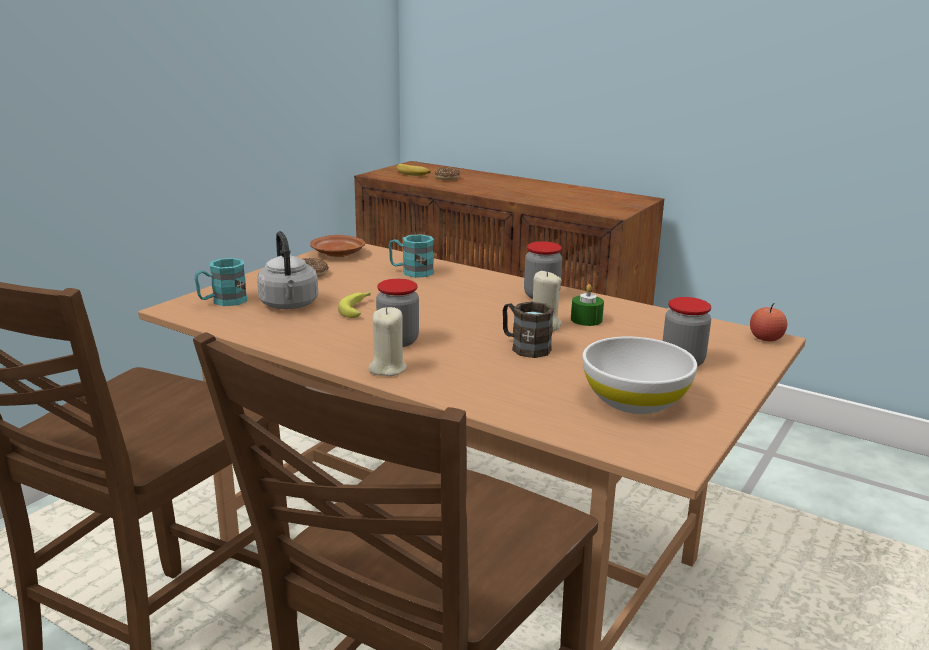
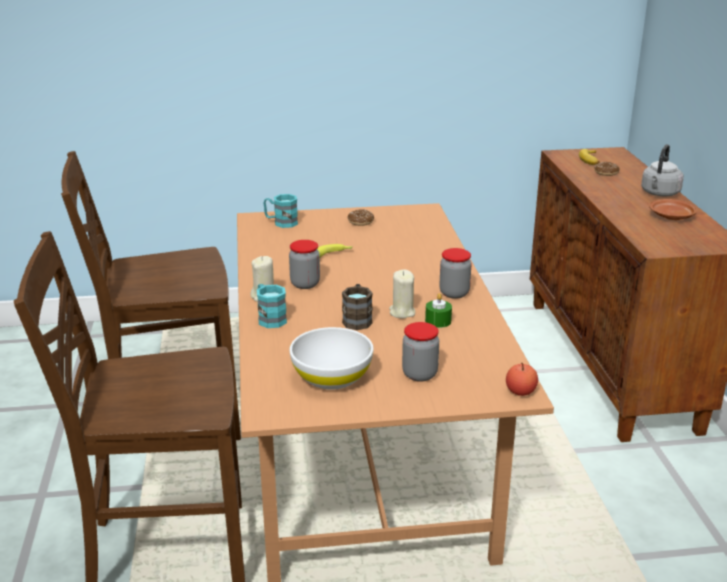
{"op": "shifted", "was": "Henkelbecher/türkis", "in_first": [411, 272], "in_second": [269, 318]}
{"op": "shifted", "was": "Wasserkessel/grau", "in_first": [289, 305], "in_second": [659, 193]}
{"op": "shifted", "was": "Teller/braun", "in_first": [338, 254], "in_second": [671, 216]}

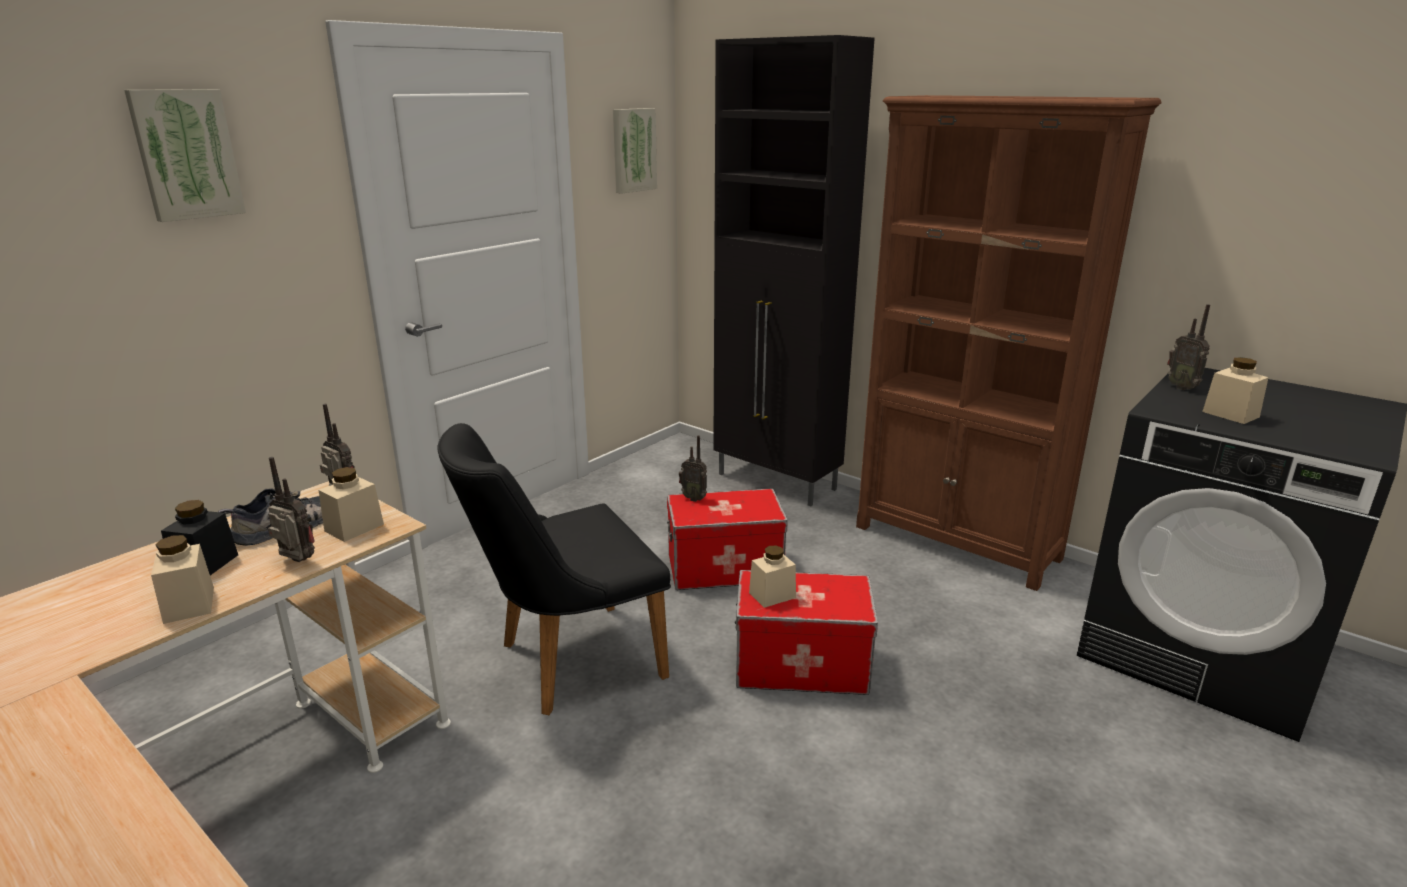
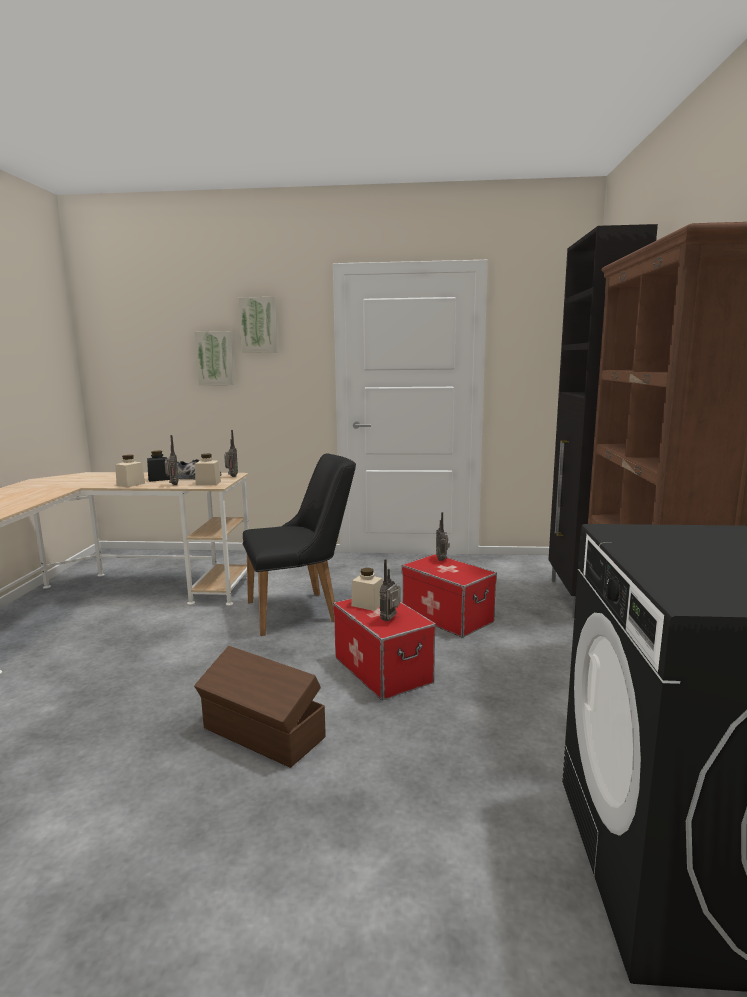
{"op": "new", "now": "Aufbewahrungsbox/braun", "in_second": [263, 734]}
{"op": "shifted", "was": "Bild", "in_first": [633, 150], "in_second": [215, 358]}
{"op": "rotated", "was": "Stuhl/schwarz", "in_first": [566, 663], "in_second": [301, 610], "clockwise": 135}
{"op": "shifted", "was": "Radio", "in_first": [1182, 387], "in_second": [391, 620]}
{"op": "gone", "was": "Vorratsglas/beige", "in_first": [1230, 414]}

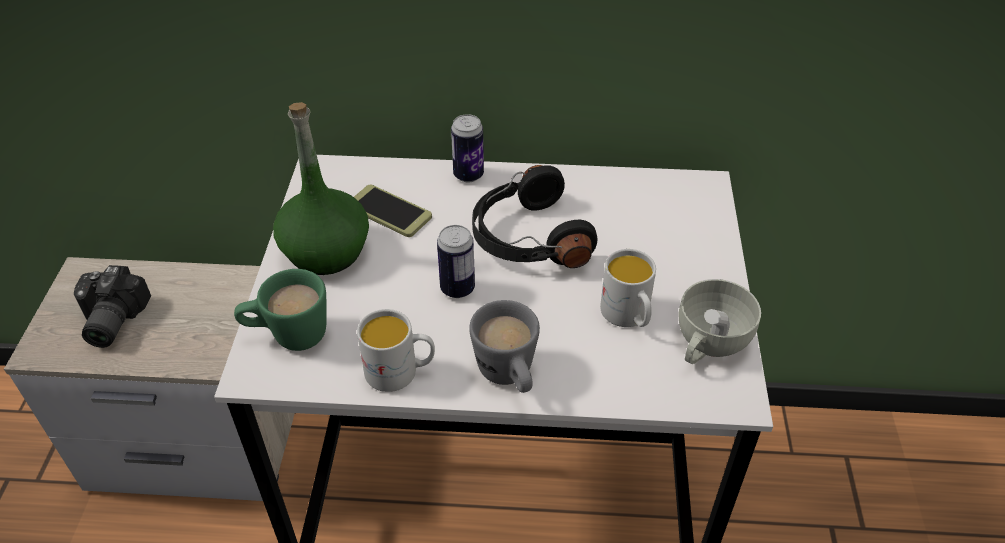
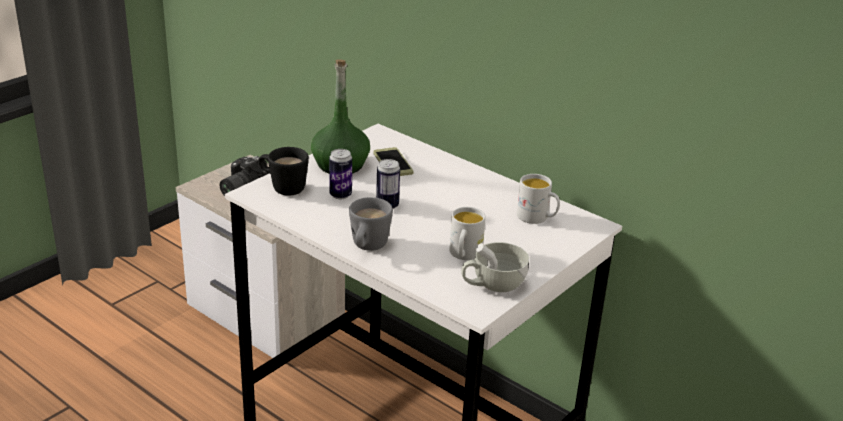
{"op": "repainted", "was": "Henkelbecher/grün", "now": "Henkelbecher/schwarz", "in_first": [288, 336], "in_second": [282, 187]}
{"op": "shifted", "was": "Dose", "in_first": [468, 175], "in_second": [340, 195]}
{"op": "shifted", "was": "Henkelbecher/weiß", "in_first": [400, 372], "in_second": [537, 218]}
{"op": "gone", "was": "Kopfhörer/schwarz", "in_first": [527, 238]}

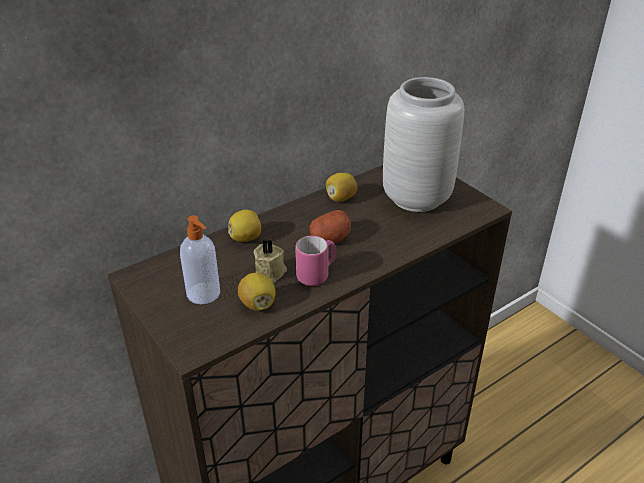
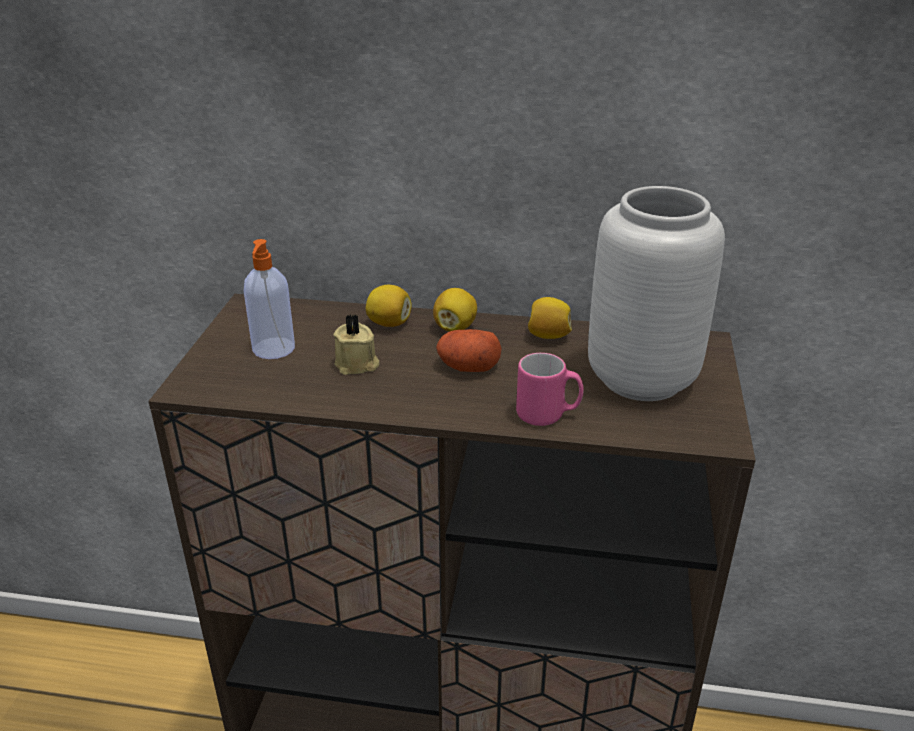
{"op": "shifted", "was": "Zitrone", "in_first": [258, 304], "in_second": [455, 327]}
{"op": "shifted", "was": "Henkelbecher/rosa", "in_first": [317, 274], "in_second": [548, 415]}

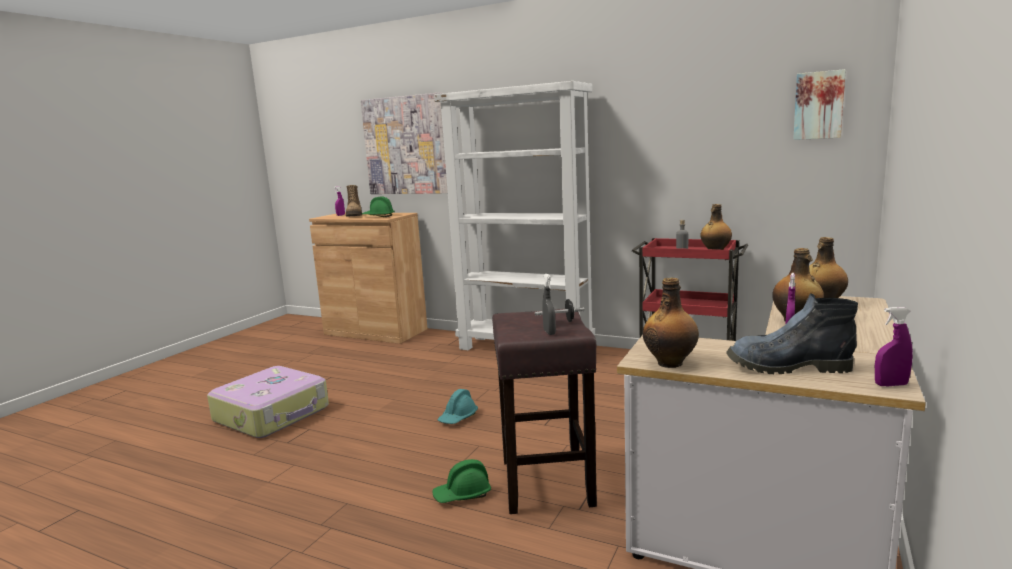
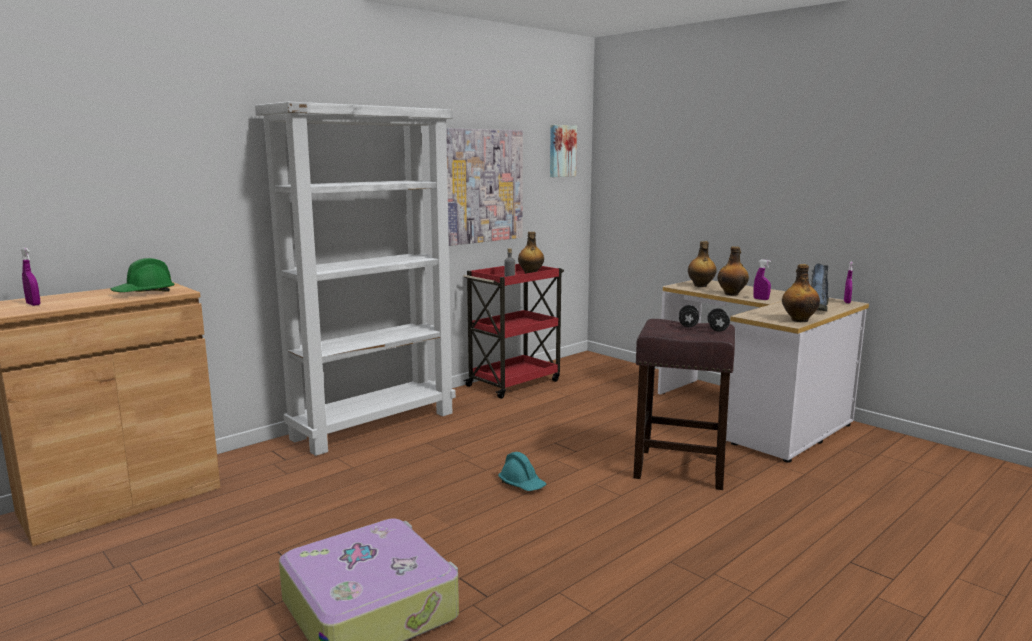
{"op": "shifted", "was": "Bild", "in_first": [406, 145], "in_second": [478, 186]}
{"op": "swapped", "was": "Sprühflasche/grau", "now": "Hantel/schwarz", "in_first": [549, 332], "in_second": [717, 329]}
{"op": "gone", "was": "Stiefel", "in_first": [355, 215]}
{"op": "gone", "was": "Schutzhelm/grün", "in_first": [462, 495]}

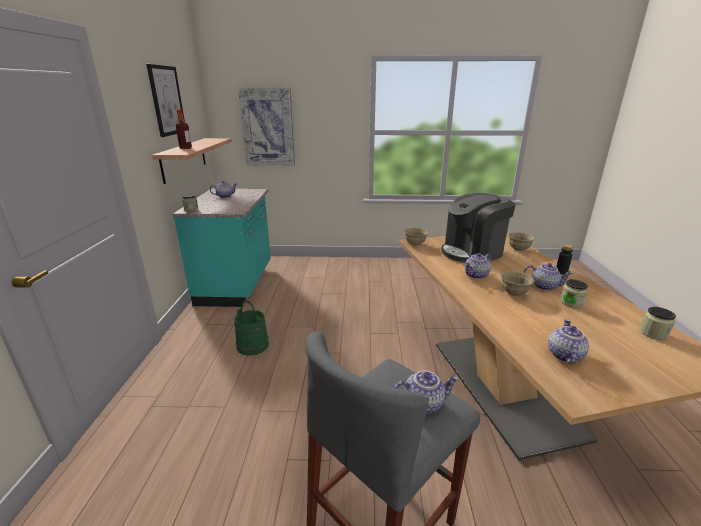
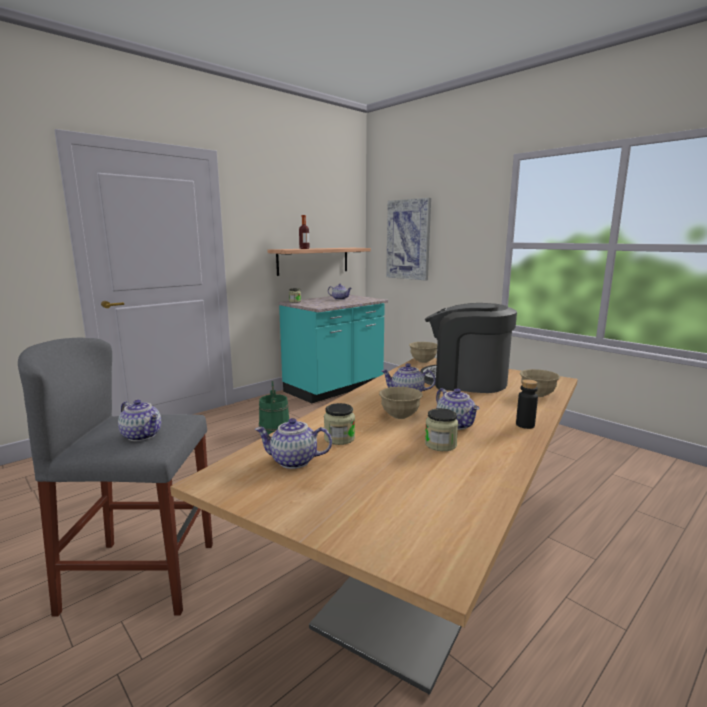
{"op": "rotated", "was": "Teekanne", "in_first": [563, 355], "in_second": [293, 462], "clockwise": -150}
{"op": "shifted", "was": "Vorratsglas", "in_first": [653, 333], "in_second": [339, 438]}
{"op": "gone", "was": "Bild", "in_first": [167, 101]}

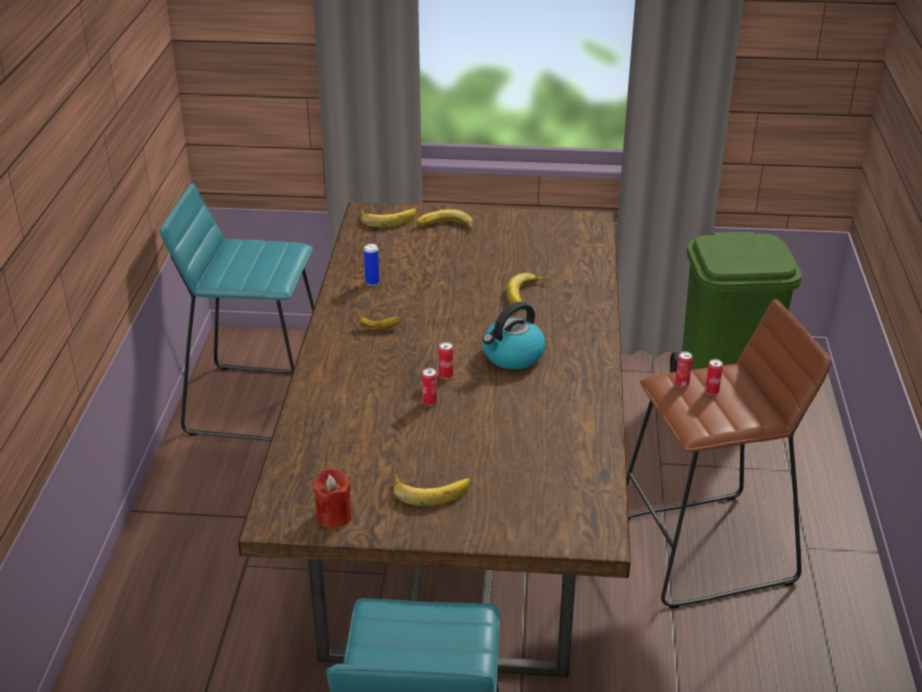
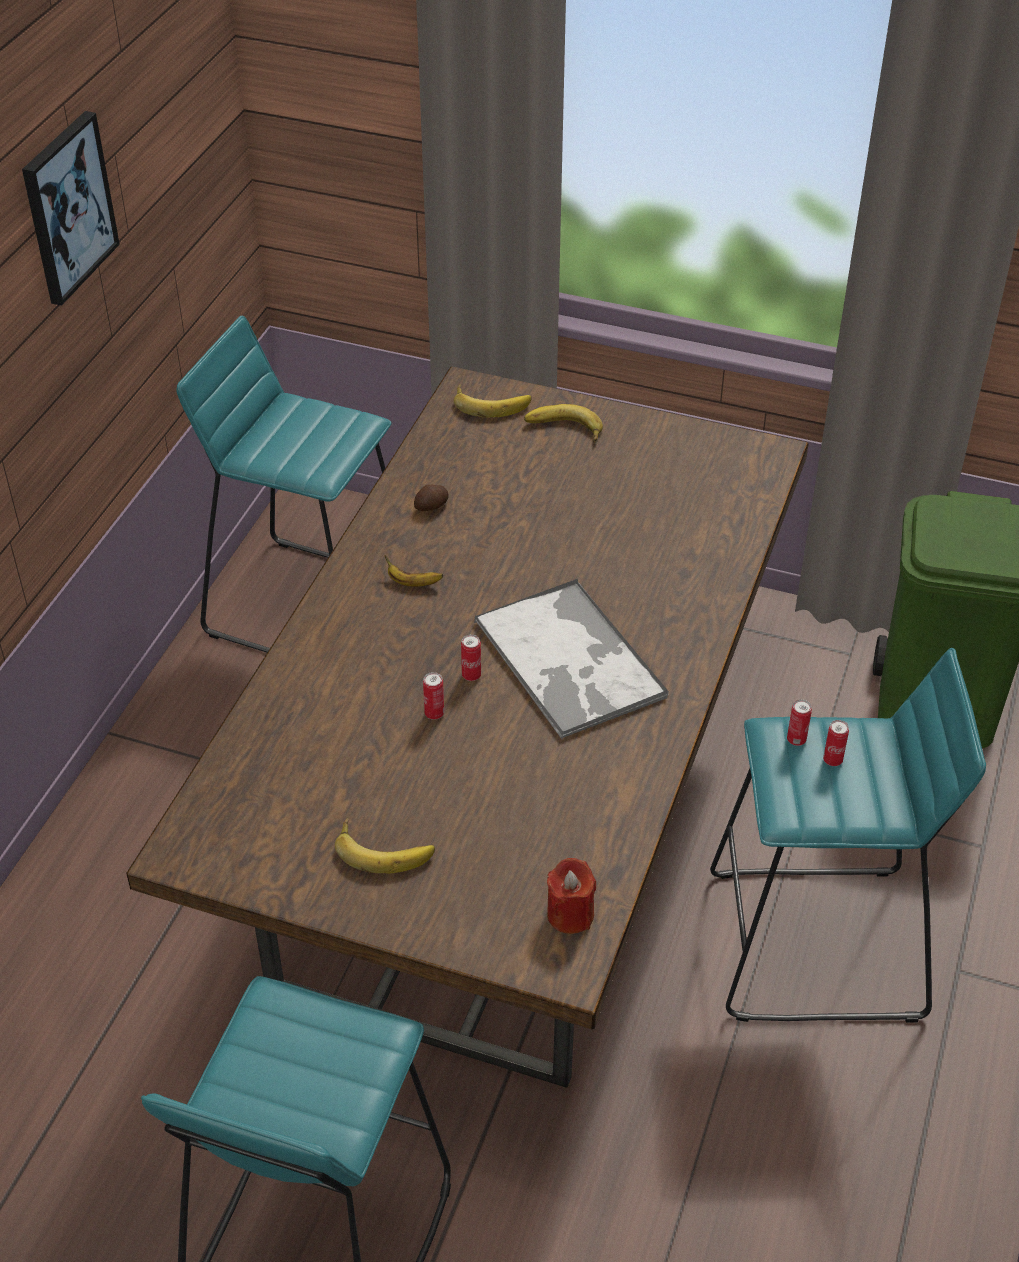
{"op": "new", "now": "Bild", "in_second": [67, 207]}
{"op": "swapped", "was": "Dose", "now": "Kartoffel", "in_first": [372, 282], "in_second": [432, 506]}
{"op": "swapped", "was": "Wasserkessel", "now": "Tablett", "in_first": [512, 356], "in_second": [570, 661]}
{"op": "shifted", "was": "Kerze/rot", "in_first": [334, 515], "in_second": [570, 914]}
{"op": "repainted", "was": "Hocker/braun", "now": "Hocker/türkis", "in_first": [706, 550], "in_second": [818, 945]}
{"op": "gone", "was": "Banane", "in_first": [527, 295]}

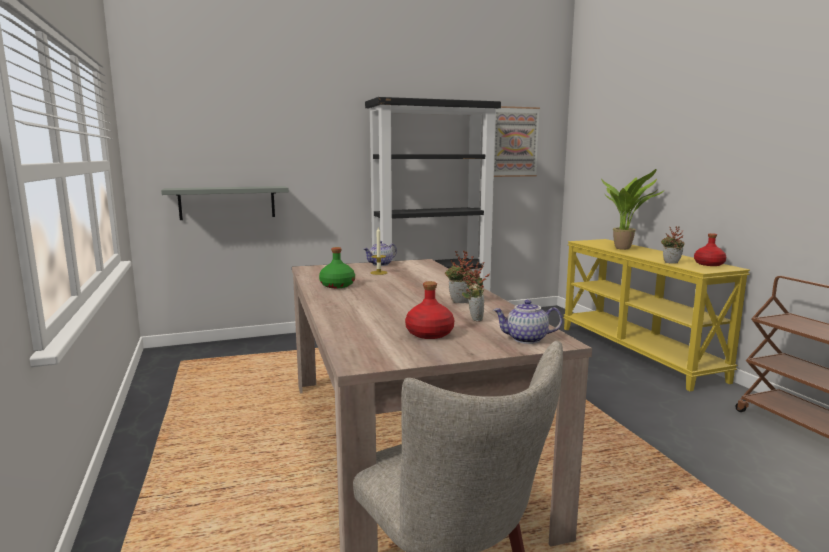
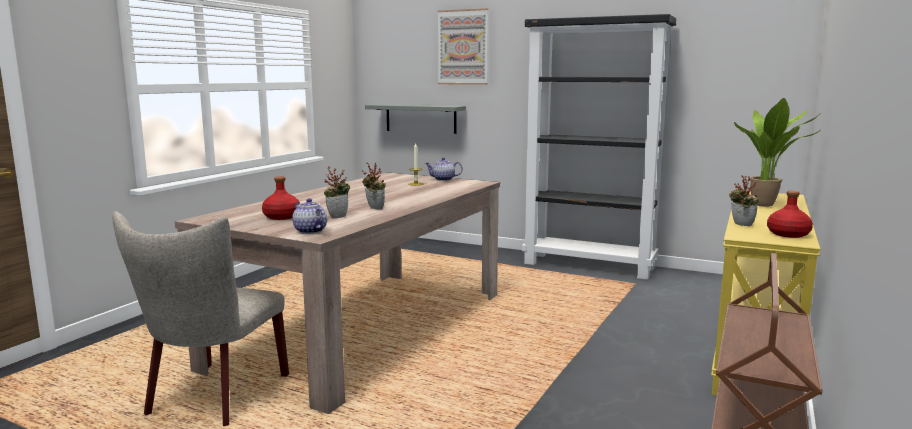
{"op": "shifted", "was": "Bild", "in_first": [514, 142], "in_second": [463, 47]}
{"op": "gone", "was": "Flasche/grün", "in_first": [337, 285]}

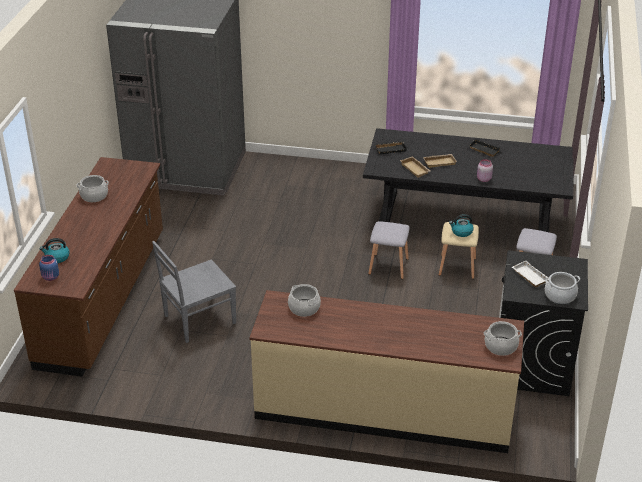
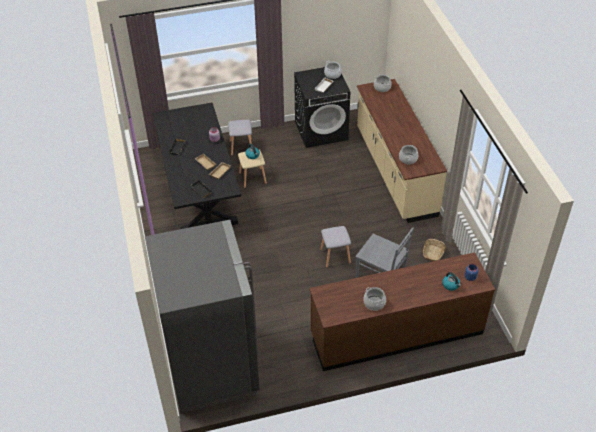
{"op": "shifted", "was": "Hocker/grau", "in_first": [387, 266], "in_second": [335, 256]}
{"op": "new", "now": "Korb", "in_second": [433, 253]}

